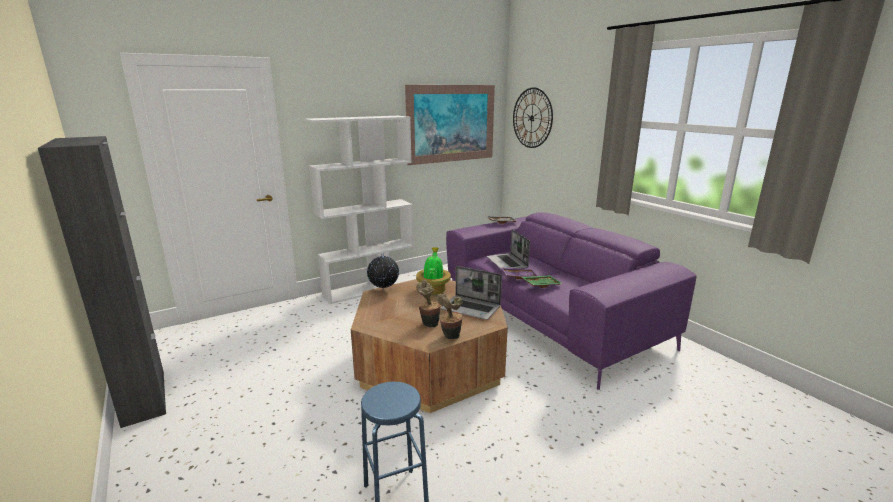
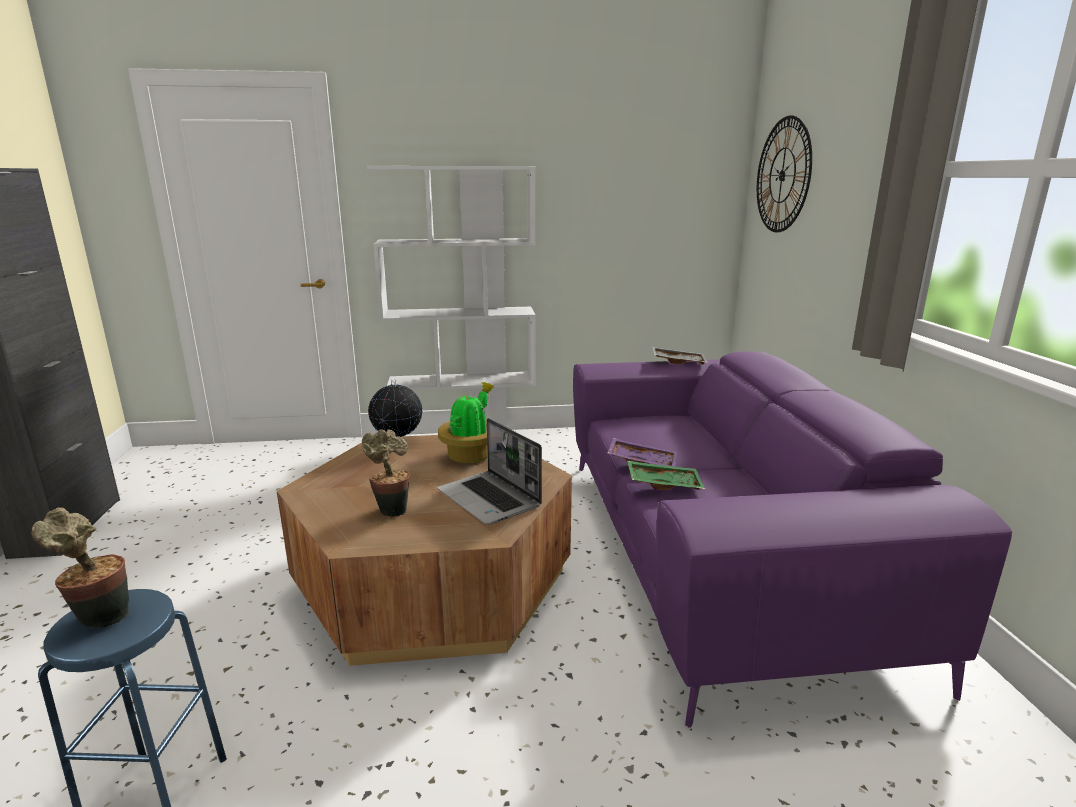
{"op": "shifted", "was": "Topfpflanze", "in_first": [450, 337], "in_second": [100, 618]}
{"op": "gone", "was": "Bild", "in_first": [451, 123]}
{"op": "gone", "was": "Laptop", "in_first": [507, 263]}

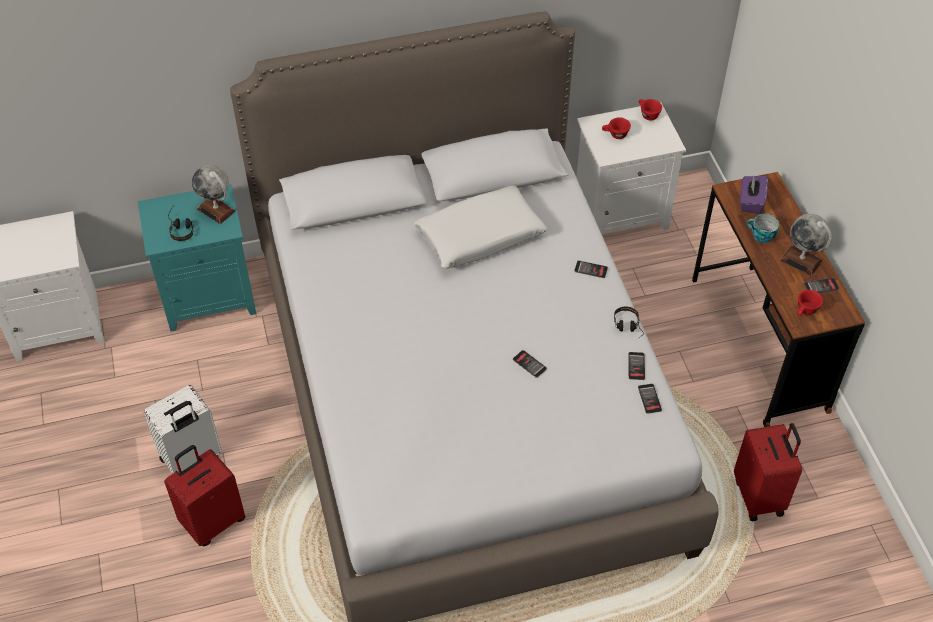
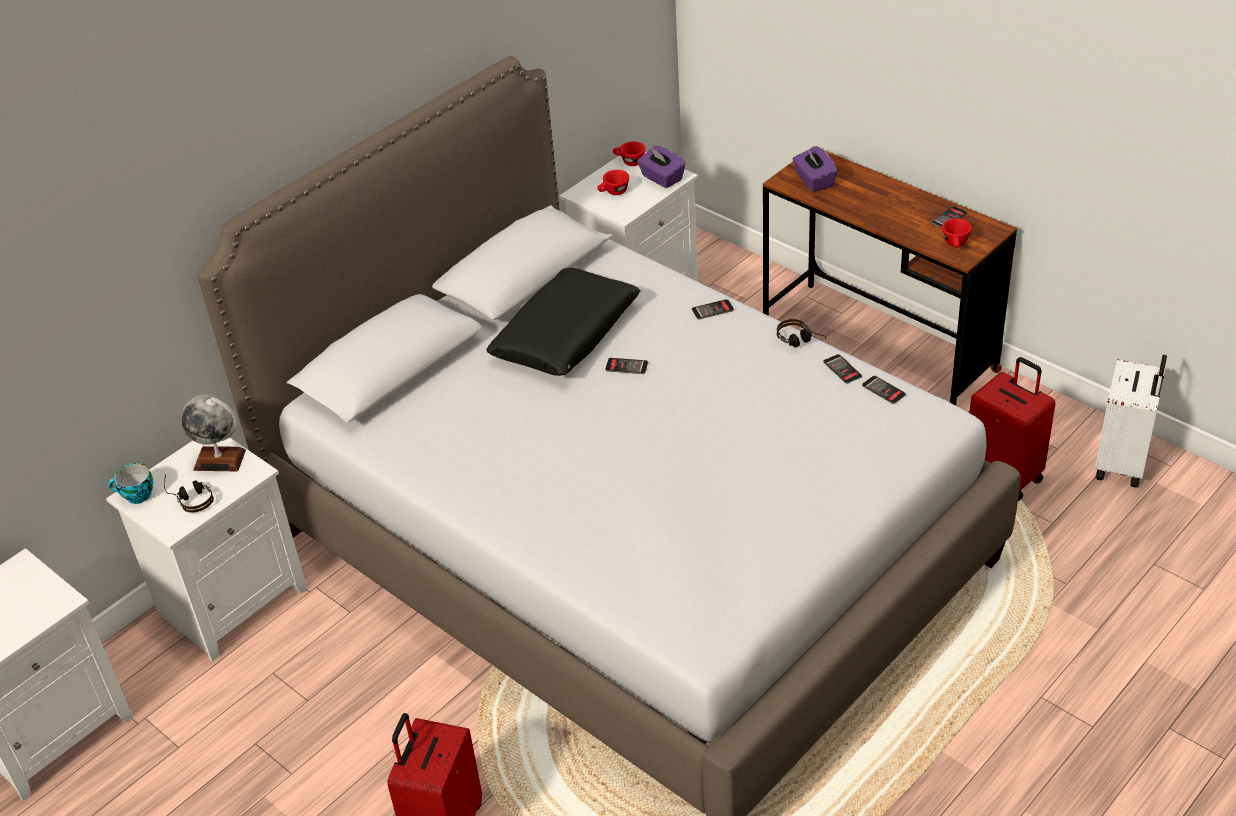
{"op": "repainted", "was": "Nachttisch/türkis", "now": "Nachttisch/weiß", "in_first": [210, 296], "in_second": [232, 600]}
{"op": "shifted", "was": "Tasse", "in_first": [761, 236], "in_second": [136, 496]}
{"op": "repainted", "was": "Kissen/weiß", "now": "Kissen/schwarz", "in_first": [480, 236], "in_second": [566, 335]}
{"op": "shifted", "was": "Handy", "in_first": [529, 364], "in_second": [626, 366]}
{"op": "new", "now": "Taschentuchbox/lila", "in_second": [661, 178]}
{"op": "shifted", "was": "Koffer/weiß", "in_first": [191, 459], "in_second": [1123, 464]}
{"op": "gone", "was": "Globus", "in_first": [801, 260]}

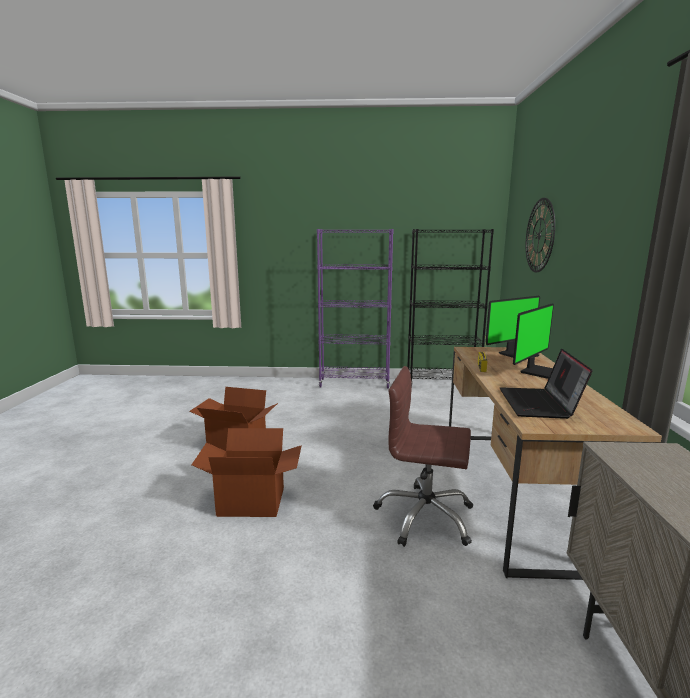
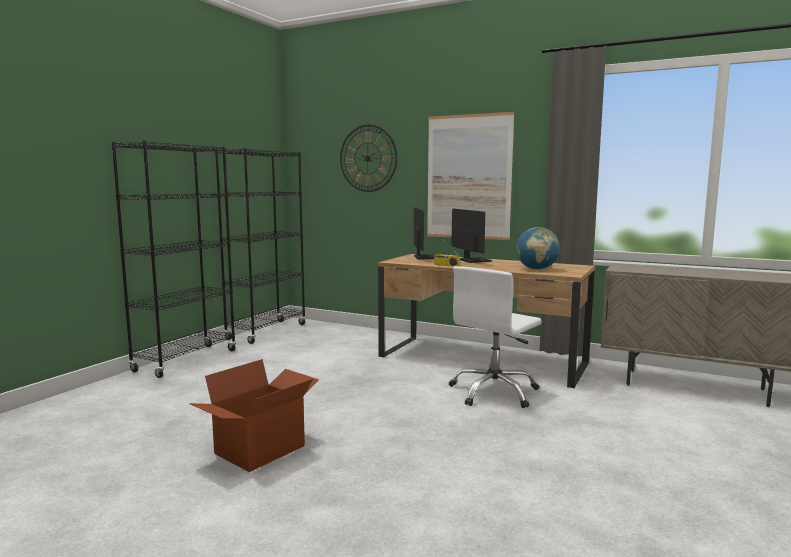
{"op": "repainted", "was": "Bücherregal/lila", "now": "Bücherregal/schwarz", "in_first": [354, 383], "in_second": [186, 361]}
{"op": "new", "now": "Bild", "in_second": [468, 177]}
{"op": "repainted", "was": "Bürostuhl/braun", "now": "Bürostuhl/weiß", "in_first": [425, 517], "in_second": [494, 392]}
{"op": "swapped", "was": "Laptop", "now": "Globus", "in_first": [540, 404], "in_second": [536, 269]}
{"op": "gone", "was": "Karton", "in_first": [252, 501]}

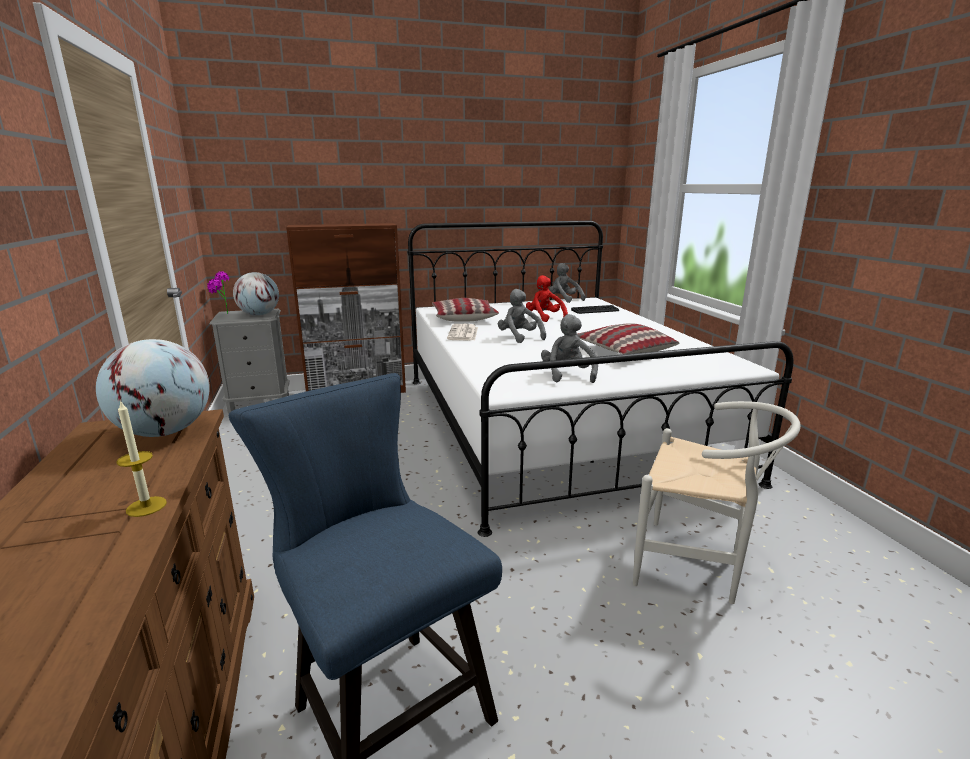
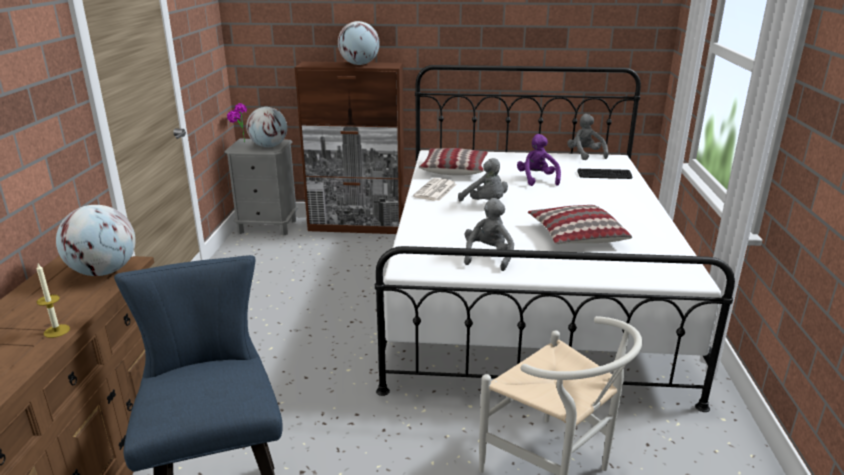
{"op": "new", "now": "Globus", "in_second": [359, 64]}
{"op": "rotated", "was": "Plüschtier/grau", "in_first": [519, 337], "in_second": [485, 203], "clockwise": 150}
{"op": "repainted", "was": "Plüschtier/rot", "now": "Plüschtier/lila", "in_first": [544, 318], "in_second": [537, 179]}

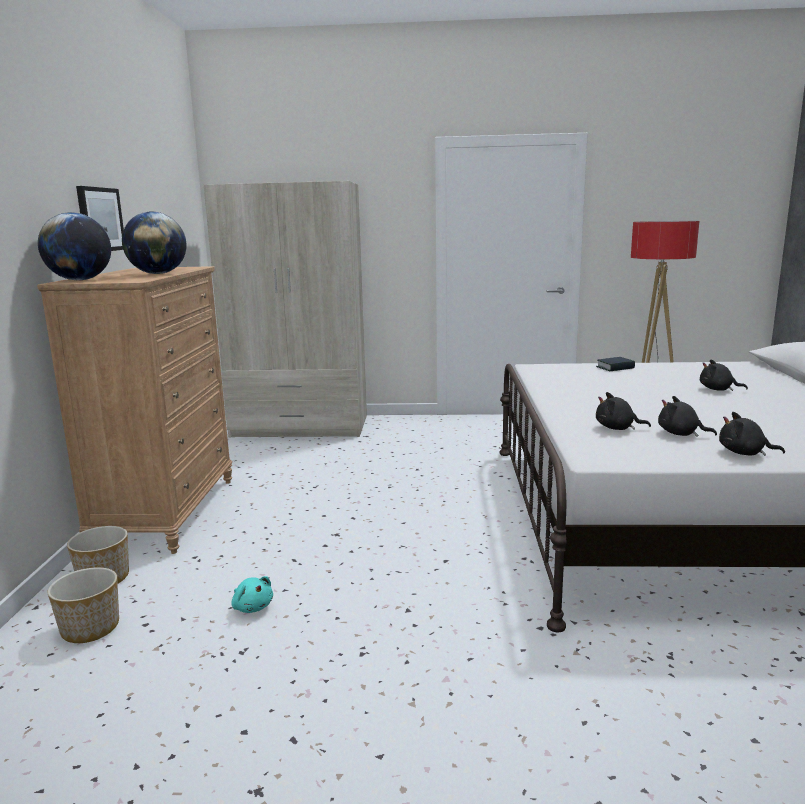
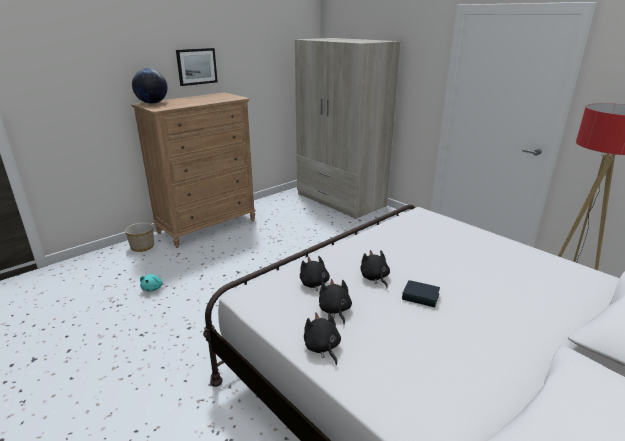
{"op": "shifted", "was": "Plüschtier/schwarz", "in_first": [718, 389], "in_second": [375, 278]}
{"op": "shifted", "was": "Buch", "in_first": [615, 368], "in_second": [420, 297]}
{"op": "gone", "was": "Pflanzkübel", "in_first": [90, 628]}
{"op": "gone", "was": "Globus", "in_first": [158, 274]}

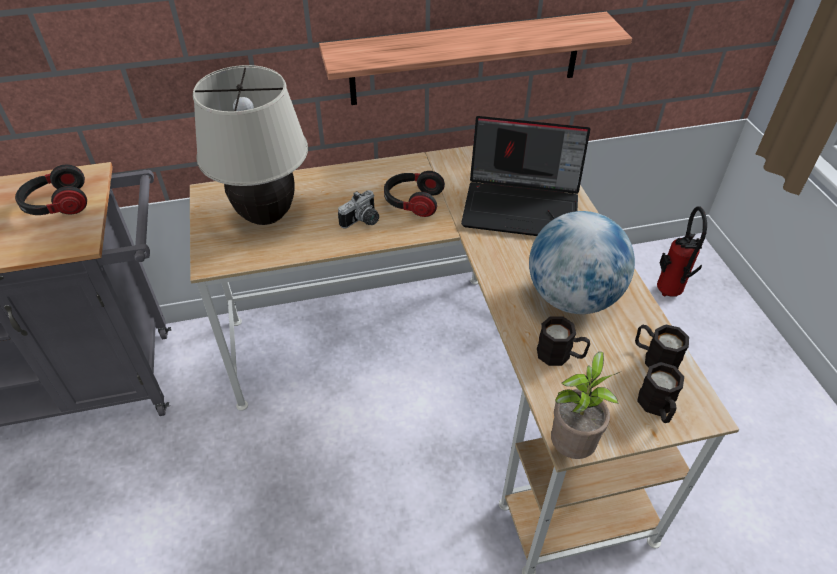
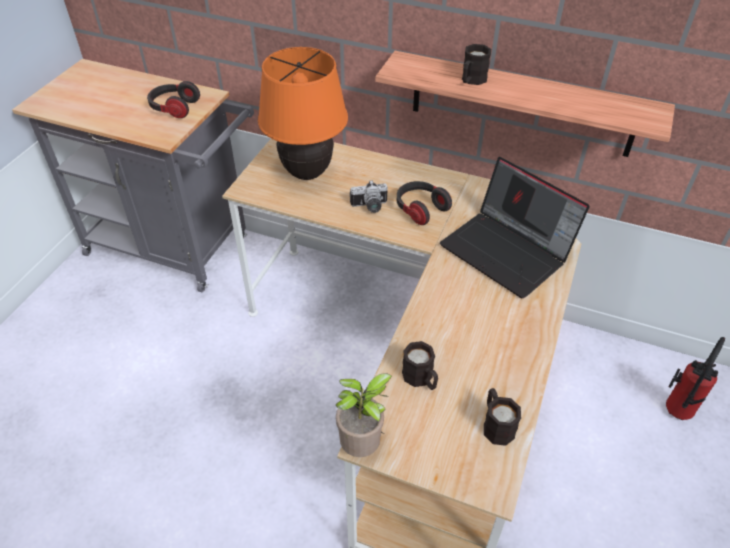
{"op": "repainted", "was": "Tischlampe/beige", "now": "Tischlampe/orange", "in_first": [266, 216], "in_second": [307, 173]}
{"op": "shifted", "was": "Henkelbecher/schwarz", "in_first": [657, 407], "in_second": [471, 80]}
{"op": "gone", "was": "Globus", "in_first": [572, 297]}

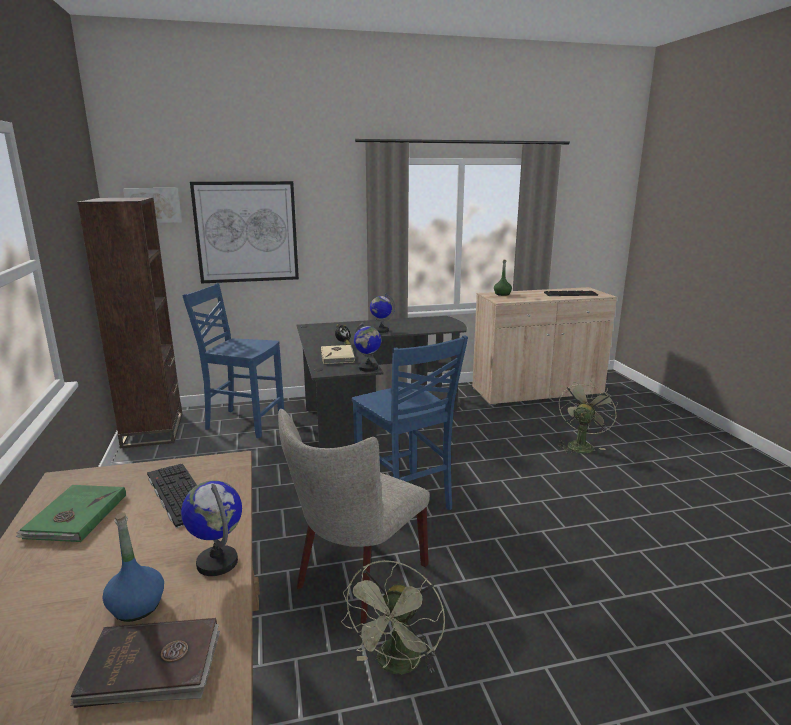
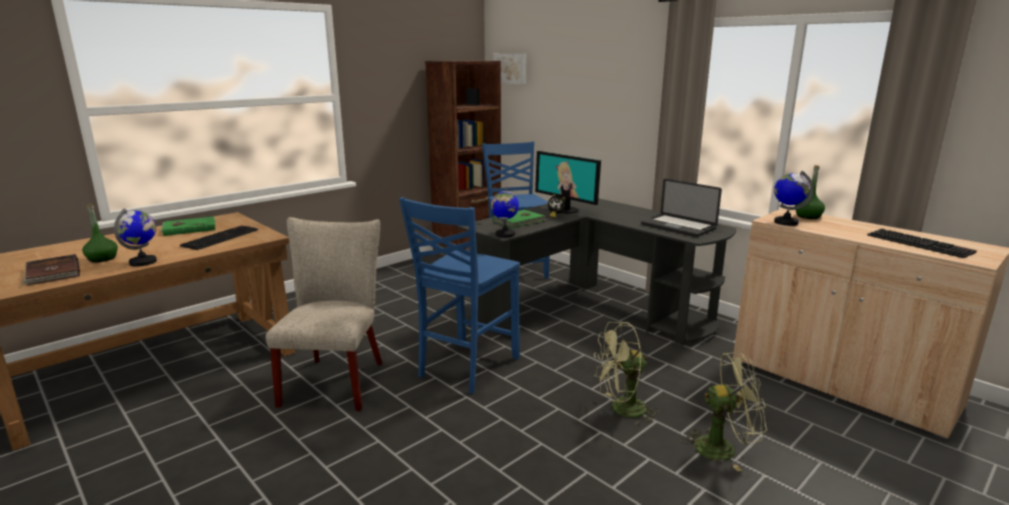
{"op": "repainted", "was": "Flasche/blau", "now": "Flasche/grün", "in_first": [136, 607], "in_second": [102, 259]}
{"op": "rotated", "was": "Stuhl/beige", "in_first": [356, 579], "in_second": [336, 379], "clockwise": 90}
{"op": "repainted", "was": "Buch/beige", "now": "Buch/grün", "in_first": [338, 356], "in_second": [520, 221]}
{"op": "new", "now": "Monitor", "in_second": [566, 210]}
{"op": "shifted", "was": "Ventilator/grün", "in_first": [397, 666], "in_second": [621, 410]}
{"op": "new", "now": "Laptop", "in_second": [678, 227]}
{"op": "shifted", "was": "Globus", "in_first": [381, 330], "in_second": [786, 222]}
{"op": "gone", "was": "Bild", "in_first": [246, 232]}

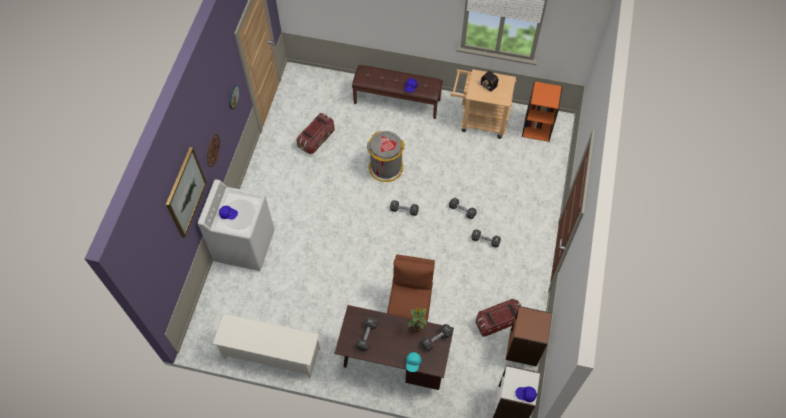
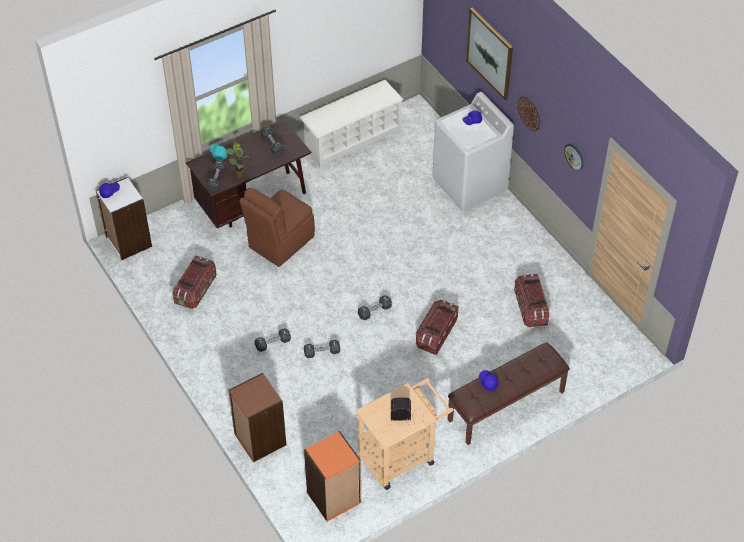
{"op": "shifted", "was": "Bücherregal/braun", "in_first": [523, 348], "in_second": [259, 439]}
{"op": "rotated", "was": "Stuhl/braun", "in_first": [409, 310], "in_second": [280, 242], "clockwise": 75}
{"op": "swapped", "was": "Mülleimer/grau", "now": "Aufbewahrungsbox", "in_first": [385, 167], "in_second": [436, 334]}

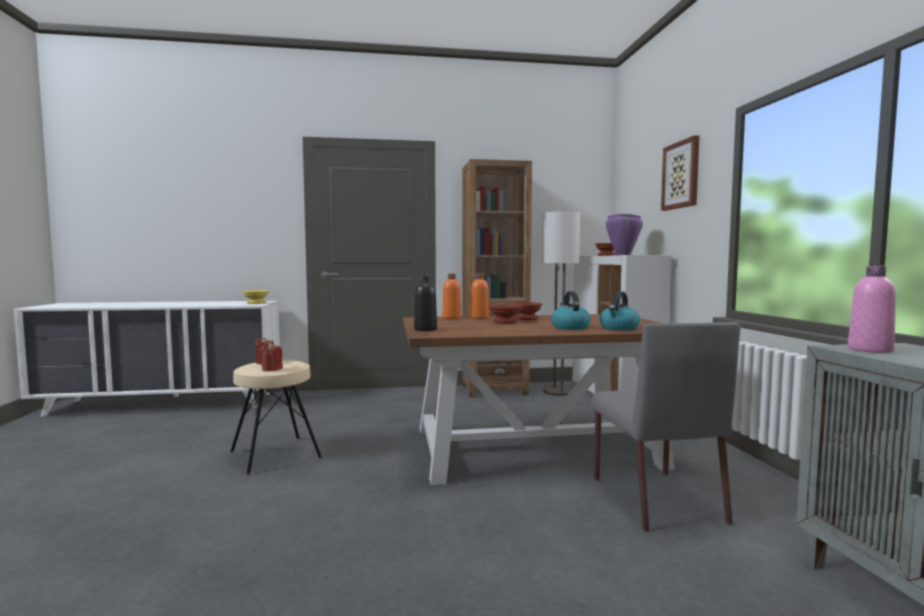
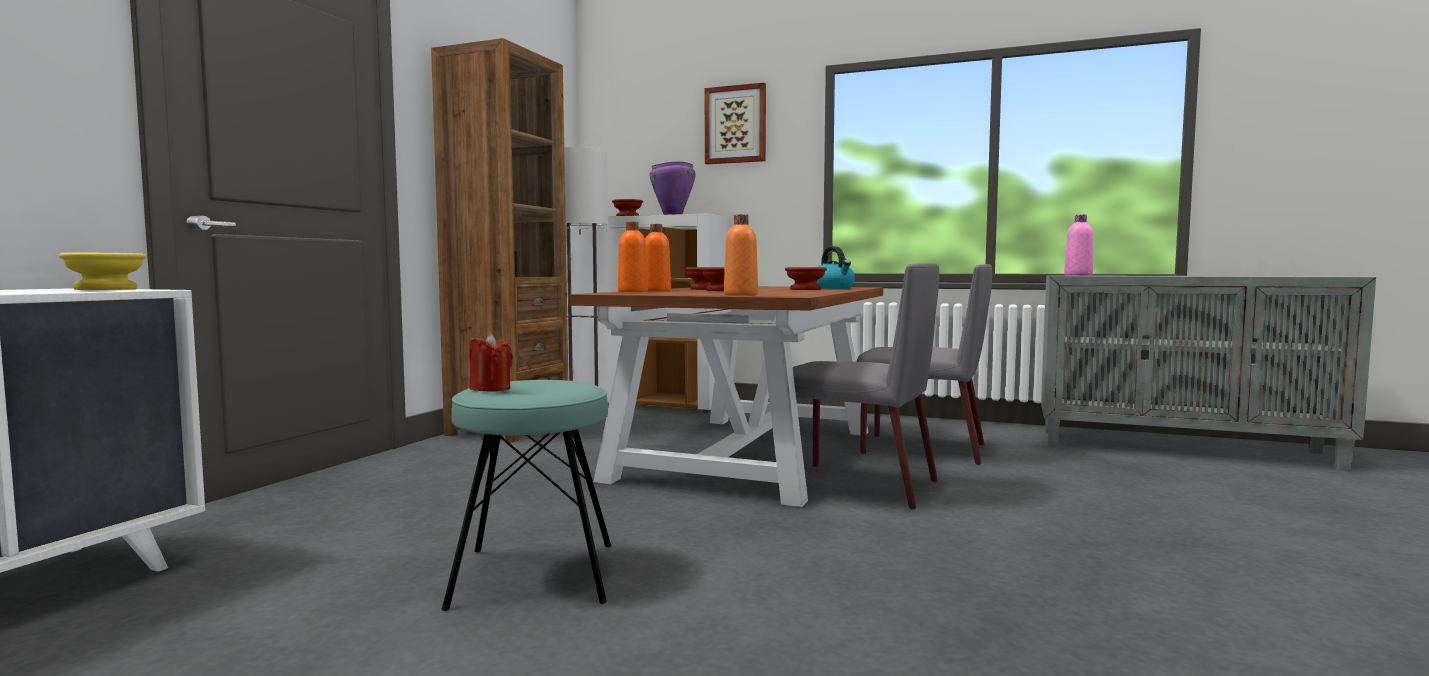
{"op": "repainted", "was": "Hocker/beige", "now": "Hocker/türkis", "in_first": [275, 454], "in_second": [535, 575]}
{"op": "repainted", "was": "Flasche/schwarz", "now": "Flasche/orange", "in_first": [425, 329], "in_second": [740, 295]}
{"op": "new", "now": "Stuhl/grau", "in_second": [856, 485]}
{"op": "swapped", "was": "Wasserkessel", "now": "Schüssel/braun", "in_first": [570, 327], "in_second": [806, 289]}
{"op": "gone", "was": "Kerze/rot", "in_first": [272, 369]}

